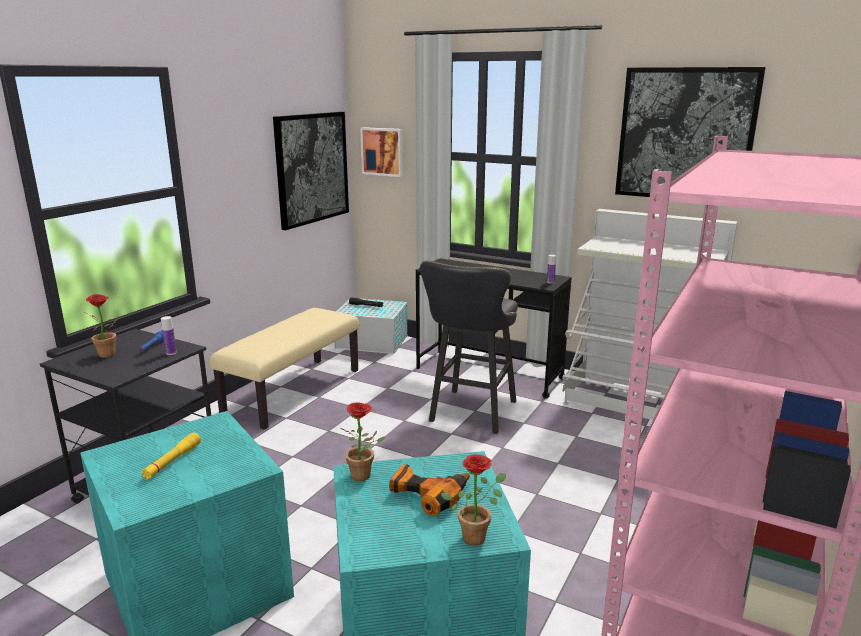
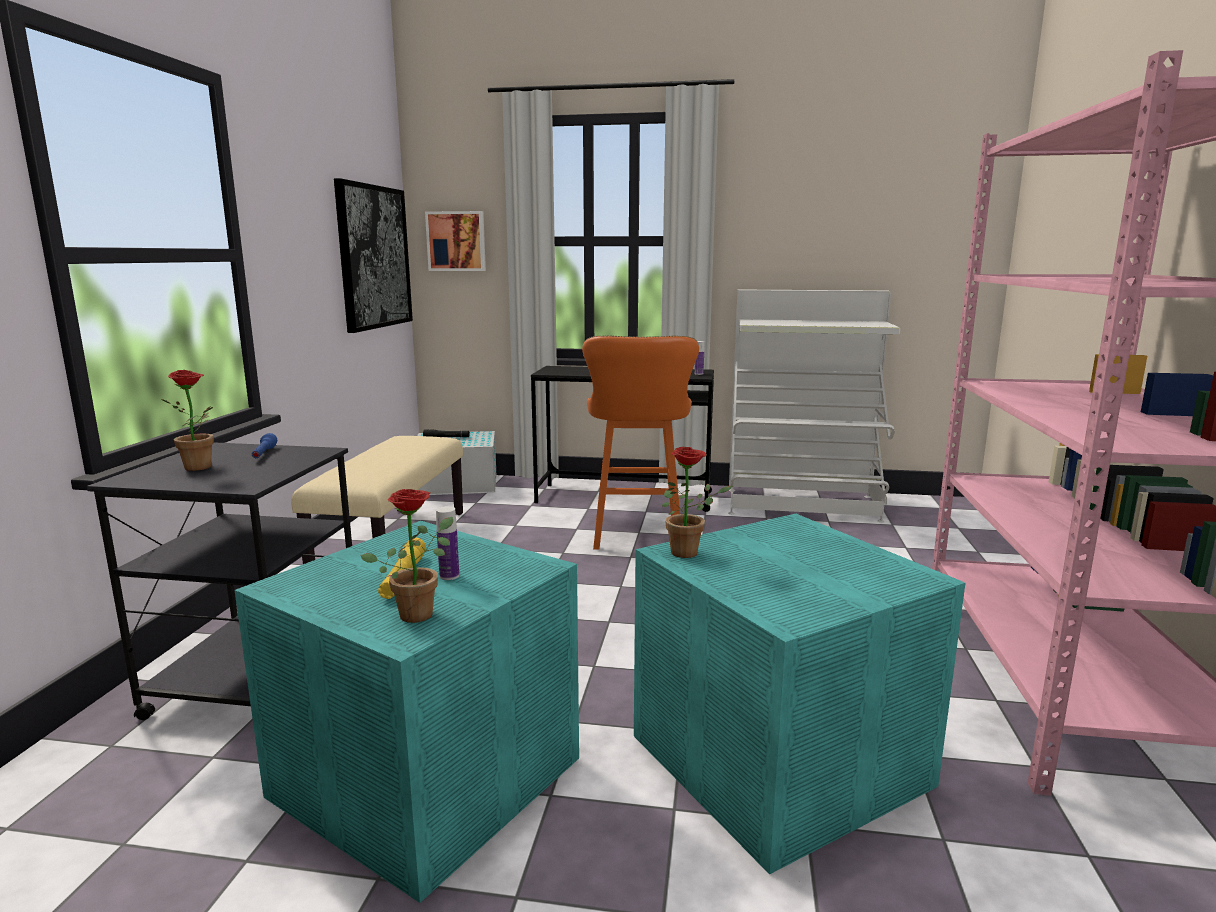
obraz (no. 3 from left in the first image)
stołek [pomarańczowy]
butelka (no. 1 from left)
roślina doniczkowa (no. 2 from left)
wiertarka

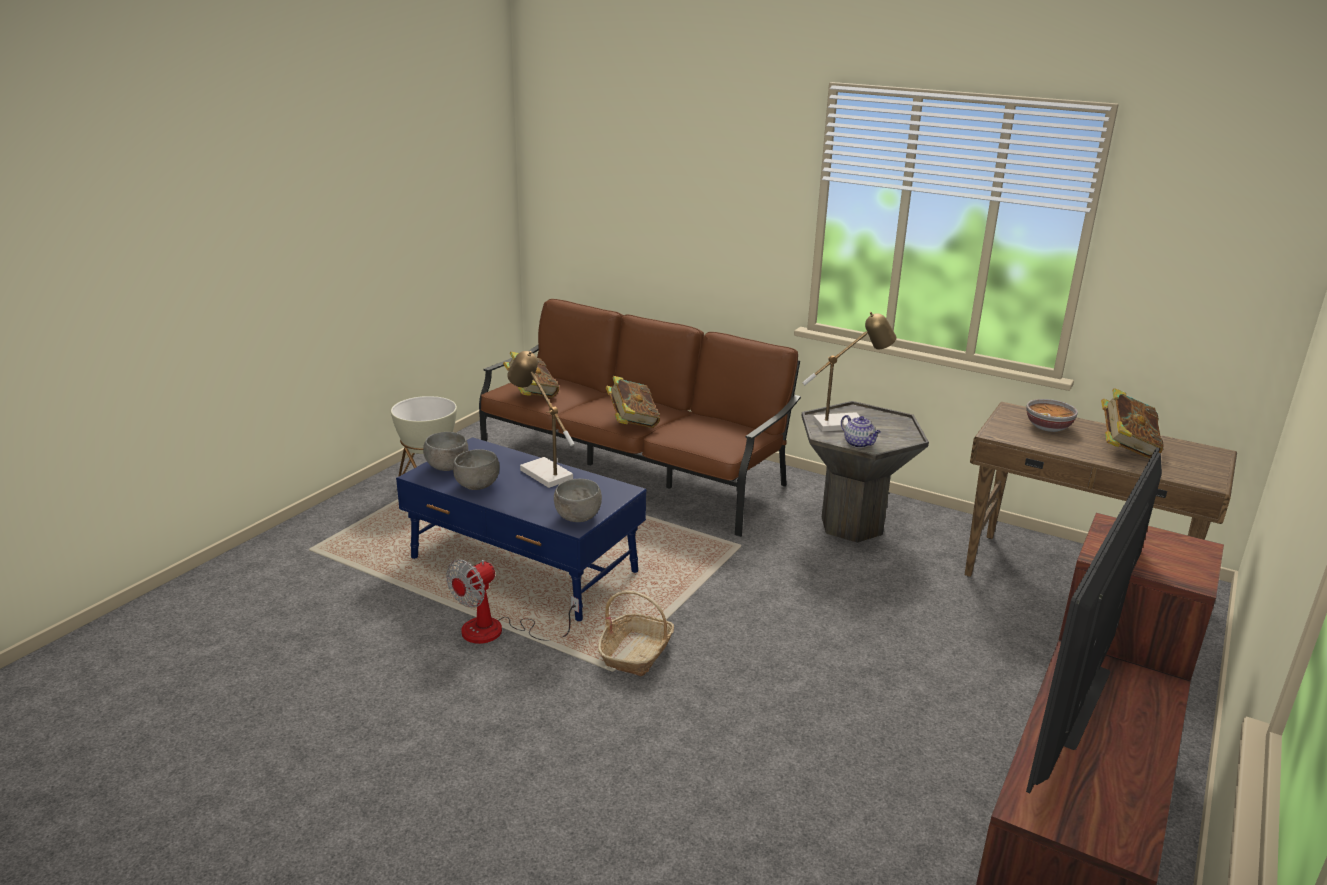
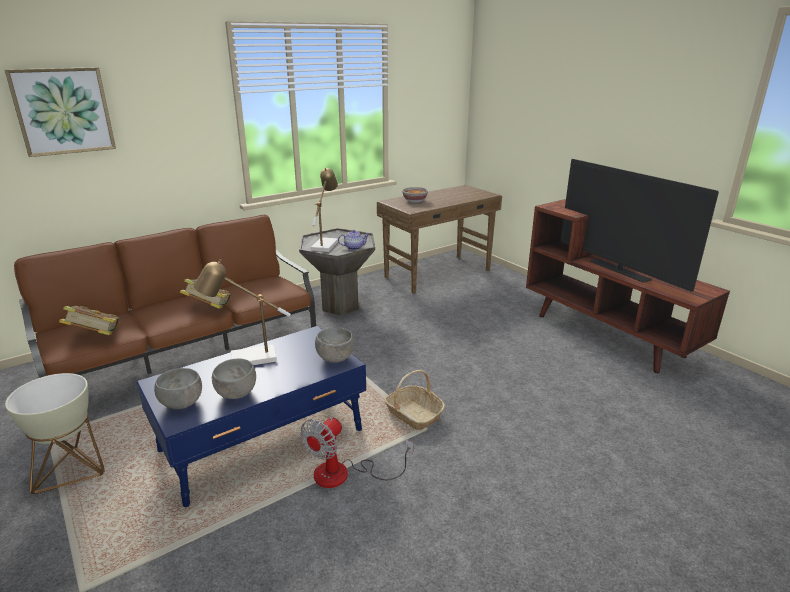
książka (no. 3 from left in the first image)
wentylator
obraz

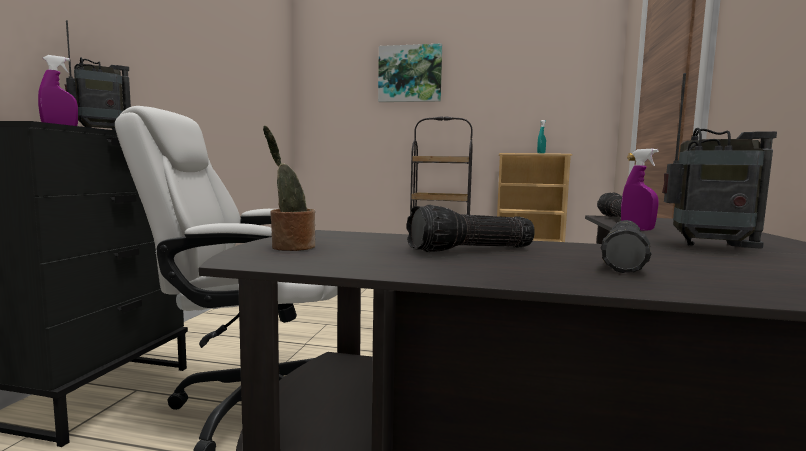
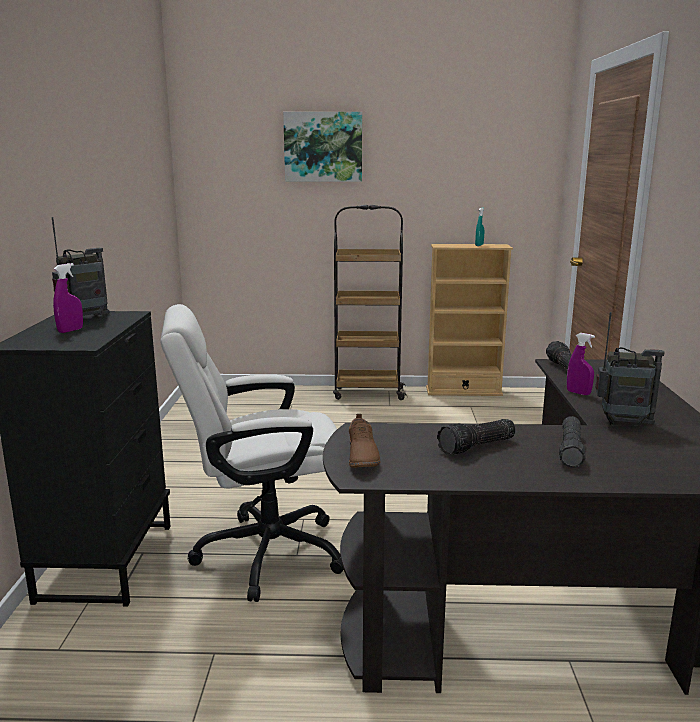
but [brązowy]

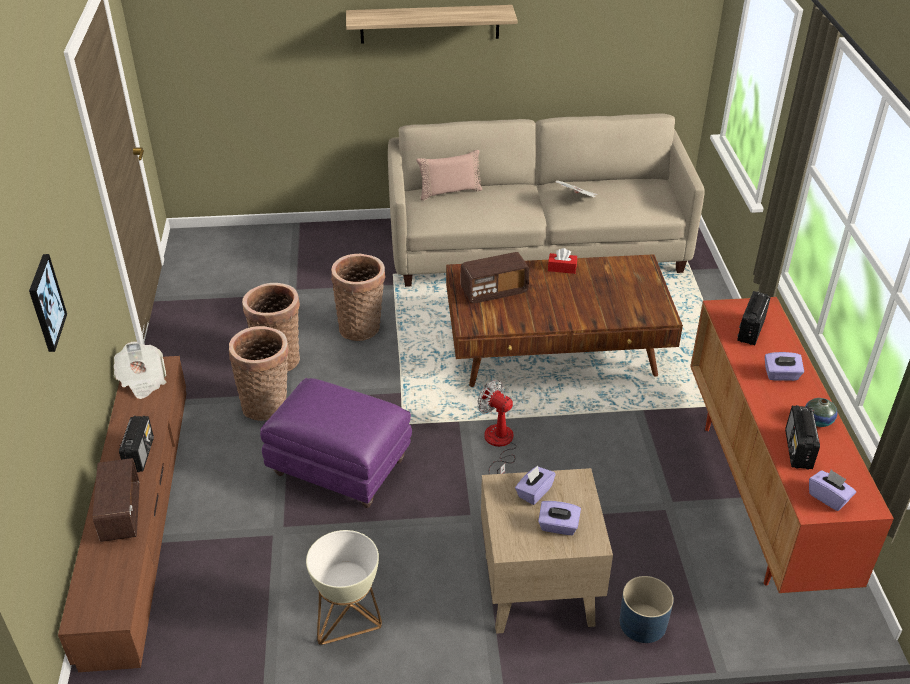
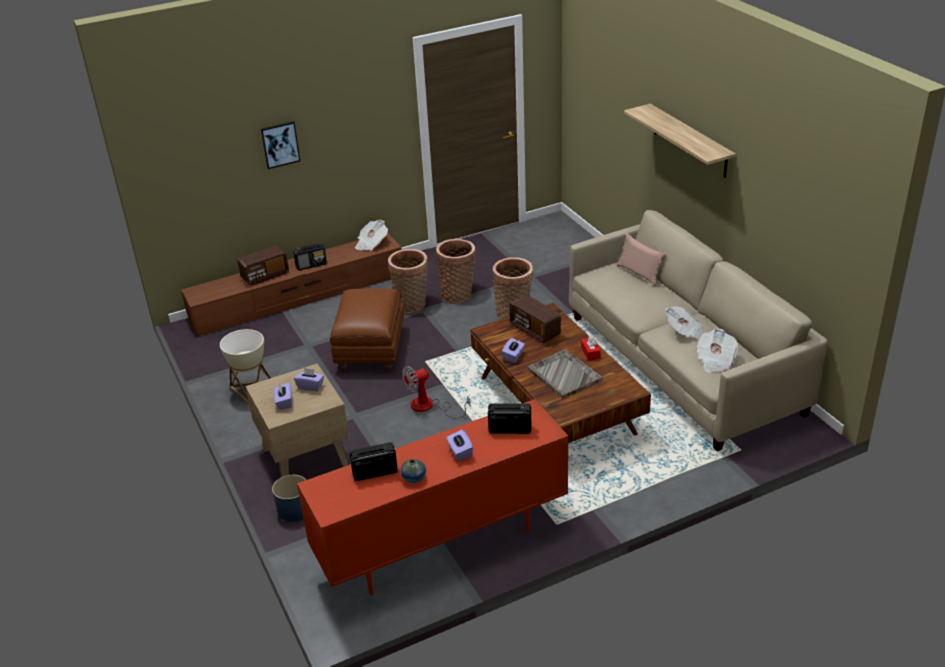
pufa [brązowy]
wentylator
pudełko chusteczek [fioletowy] (no. 4 from left)
gazeta (no. 3 from left)
taca [szary]

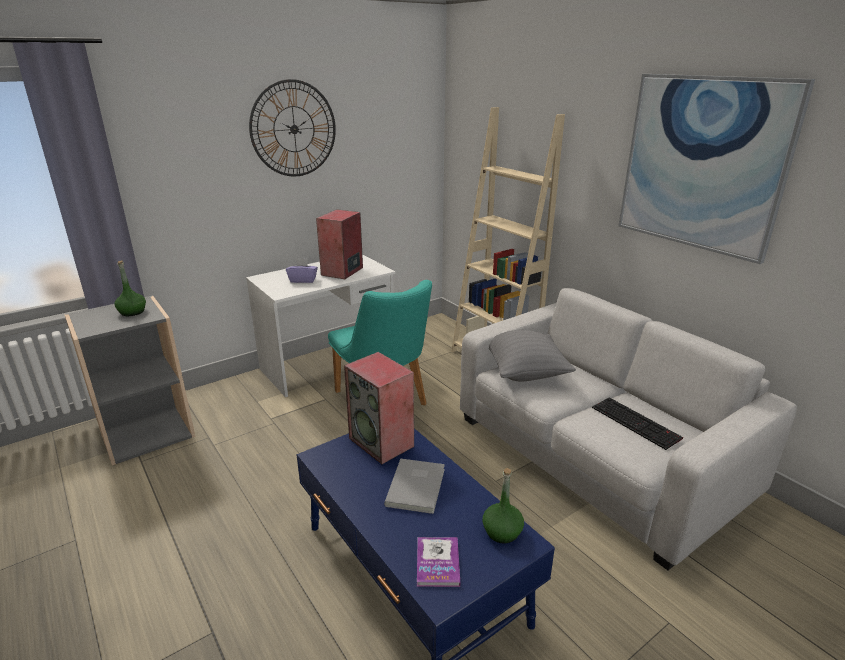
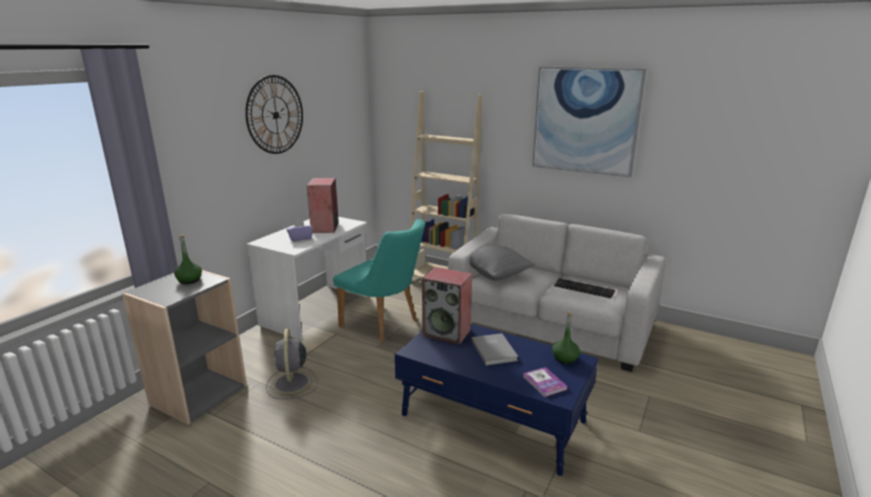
wentylator [szary]

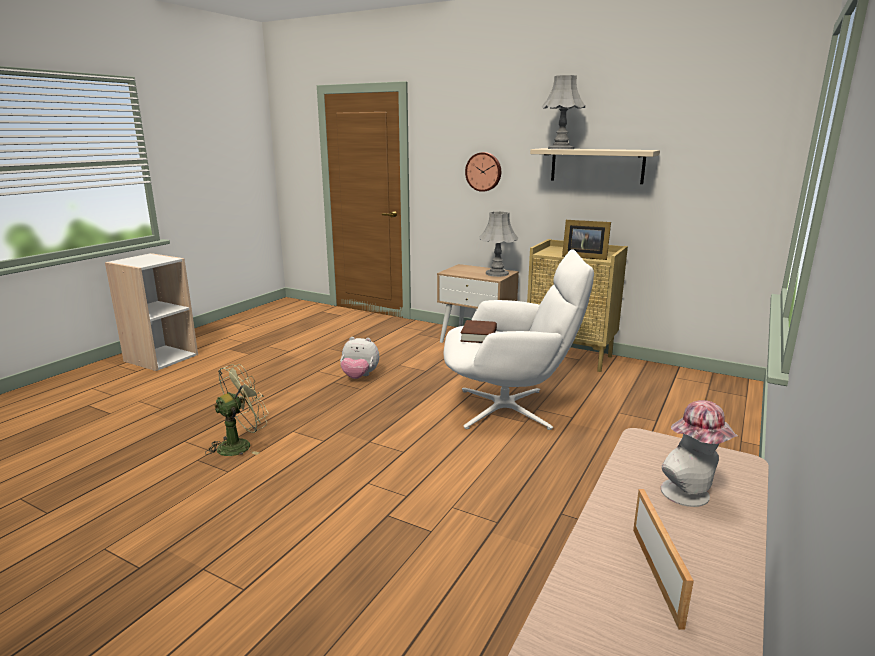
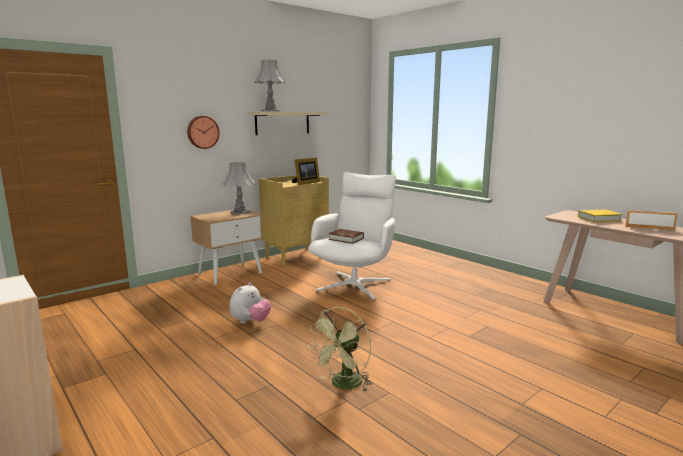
wentylator [zielony]
książka [żółty]

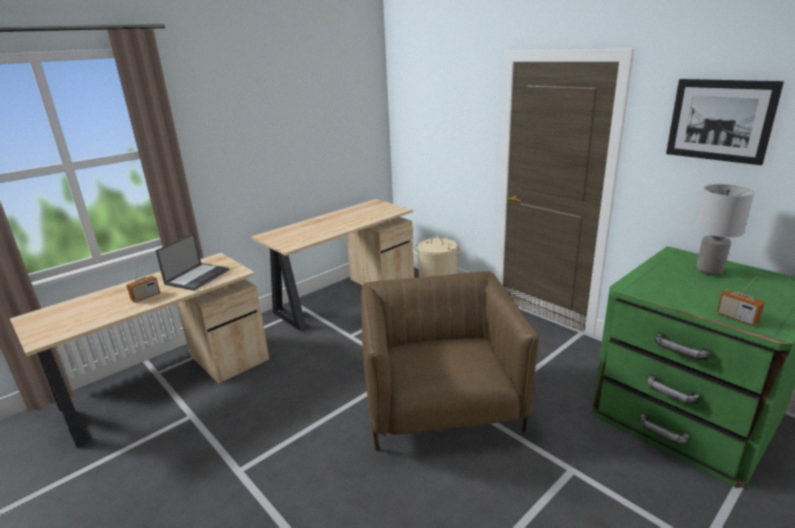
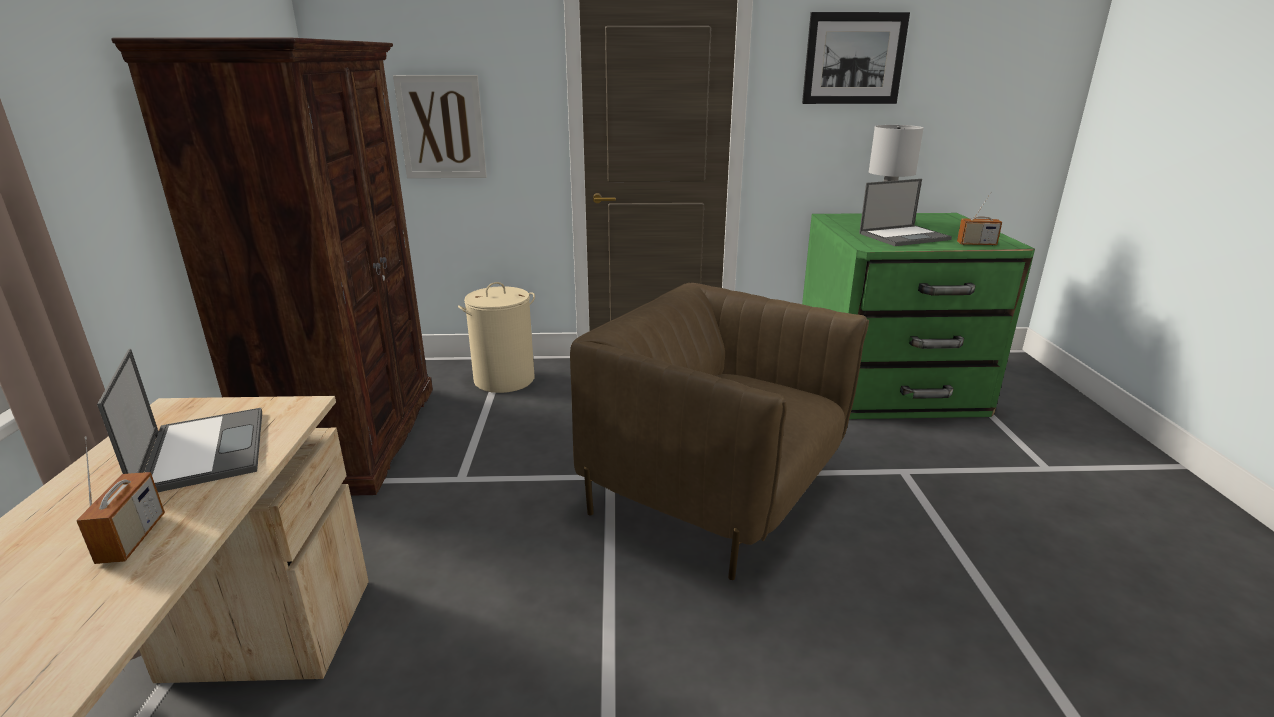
szafa [brązowy]
obraz (no. 1 from left)
laptop (no. 2 from left)

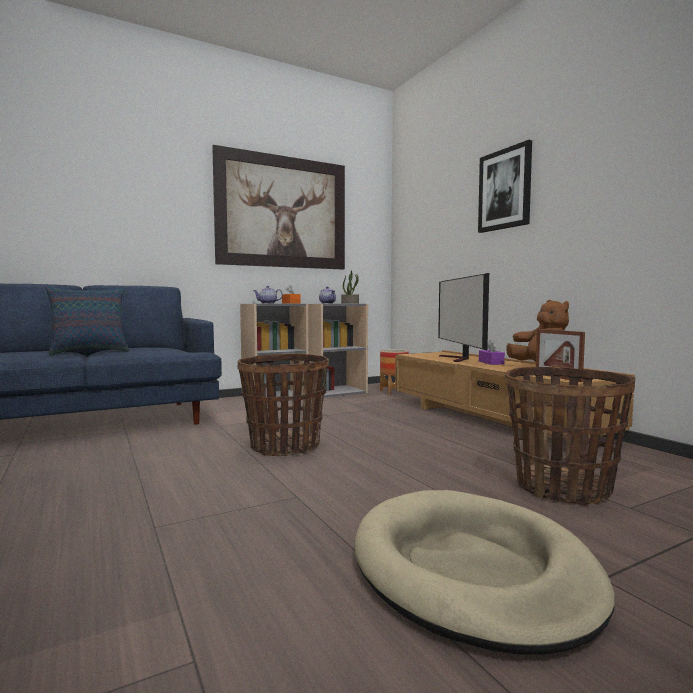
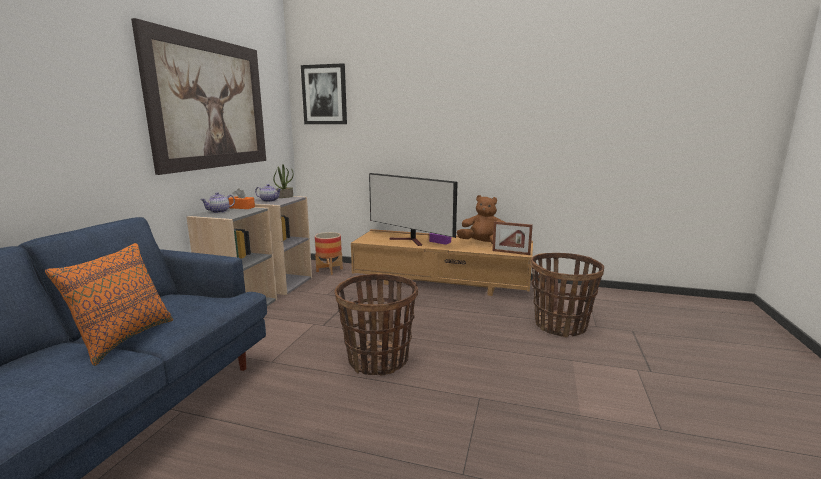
obraz (no. 2 from left)
poduszka [pomarańczowy]
legowisko [beżowy]

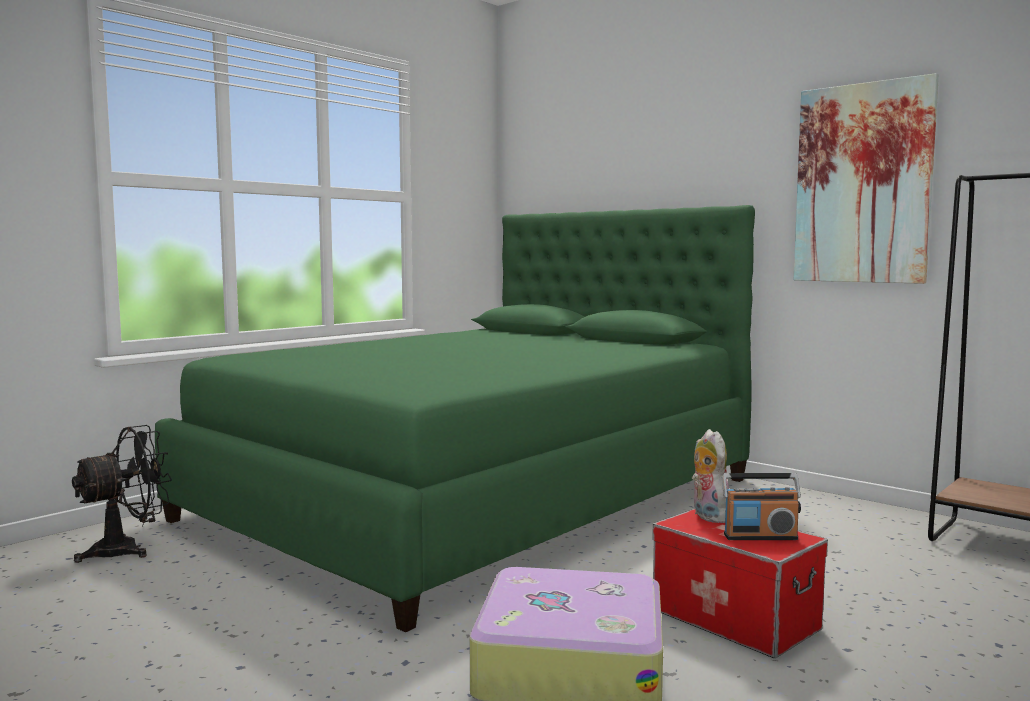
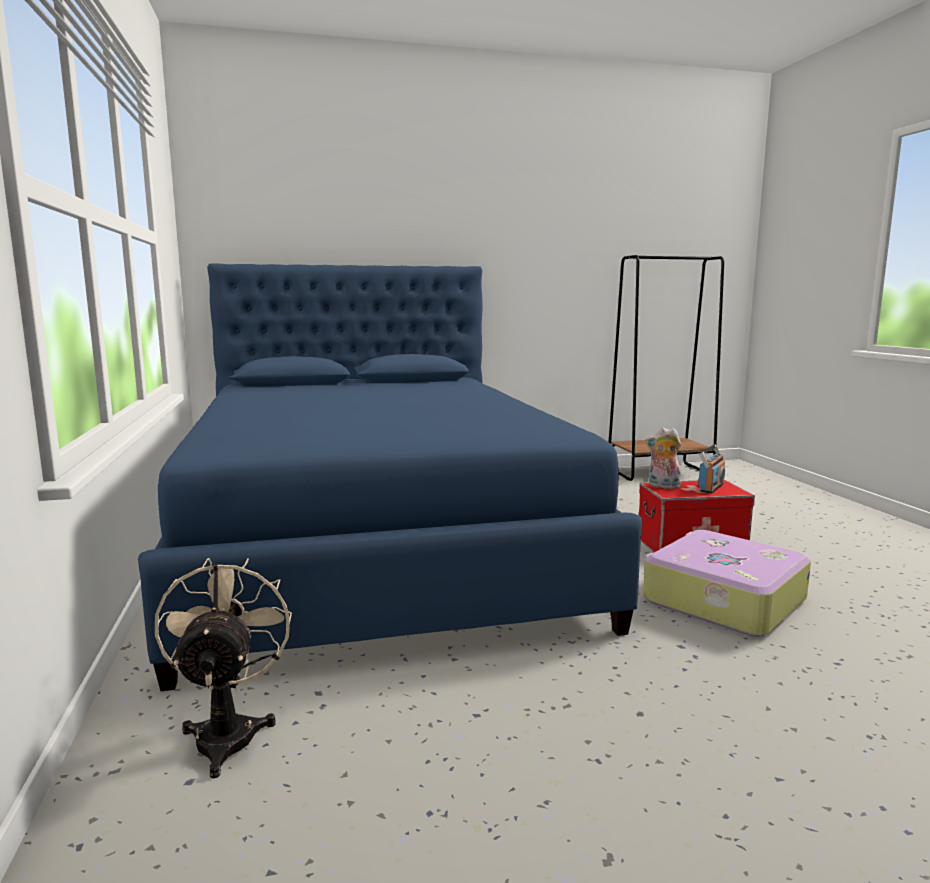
obraz
łóżko [niebieski]
wentylator [beżowy]

